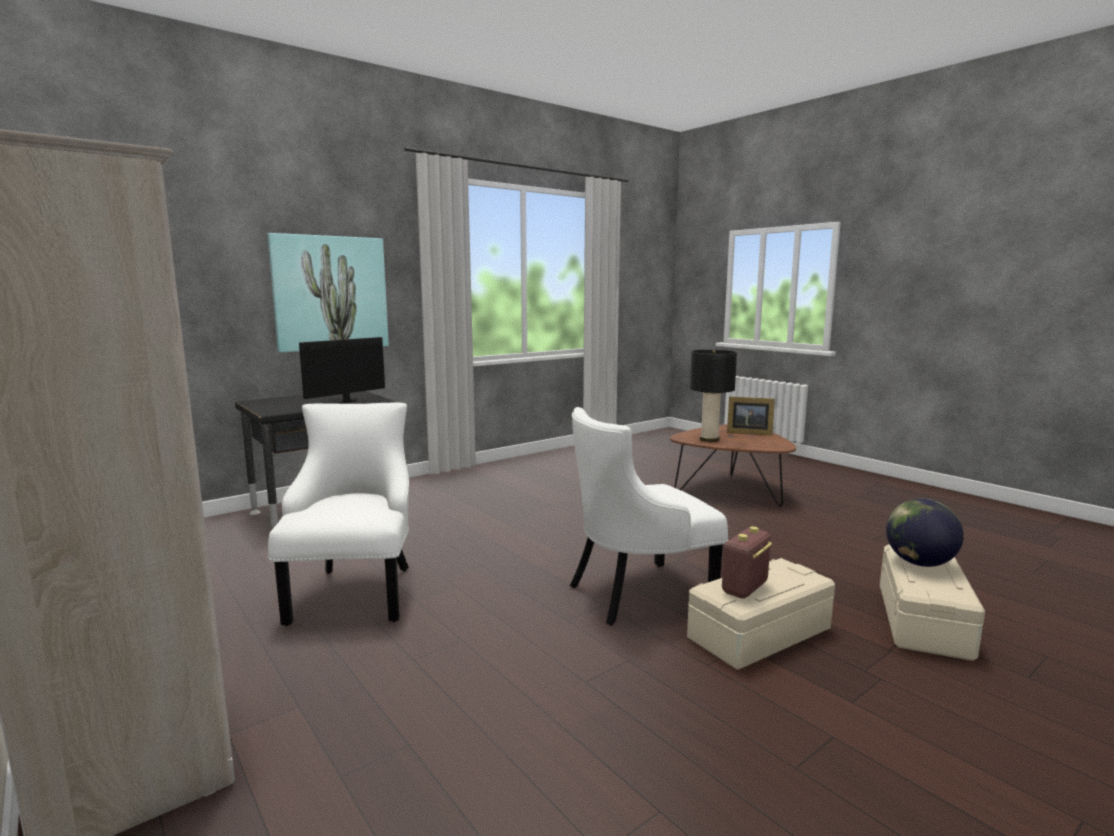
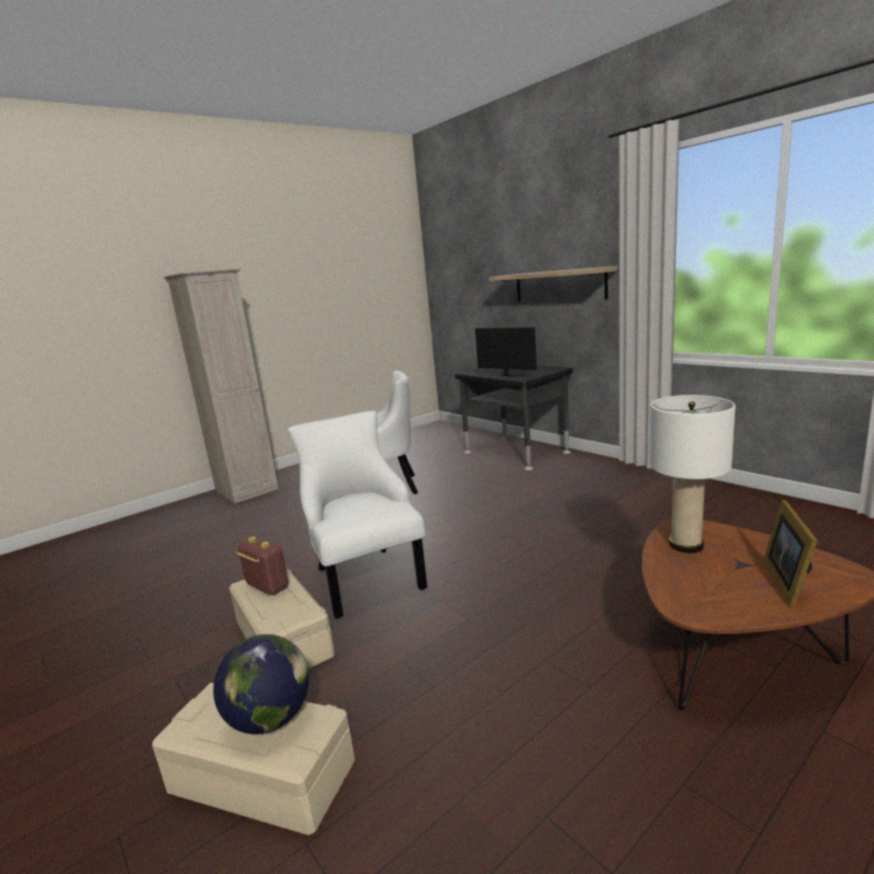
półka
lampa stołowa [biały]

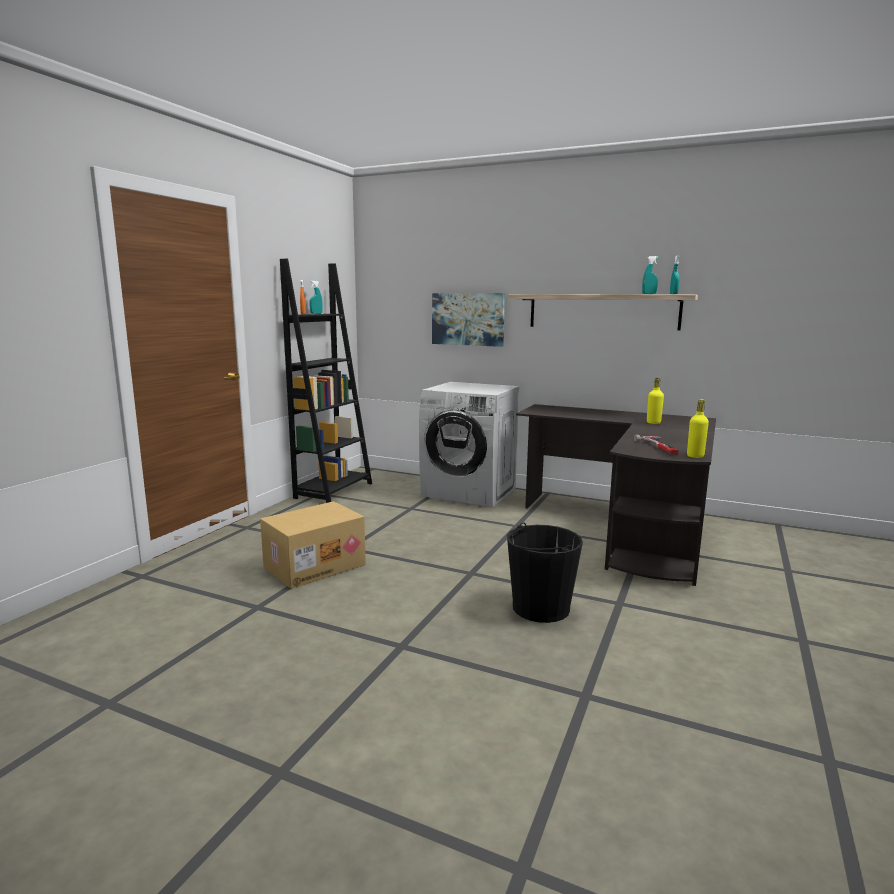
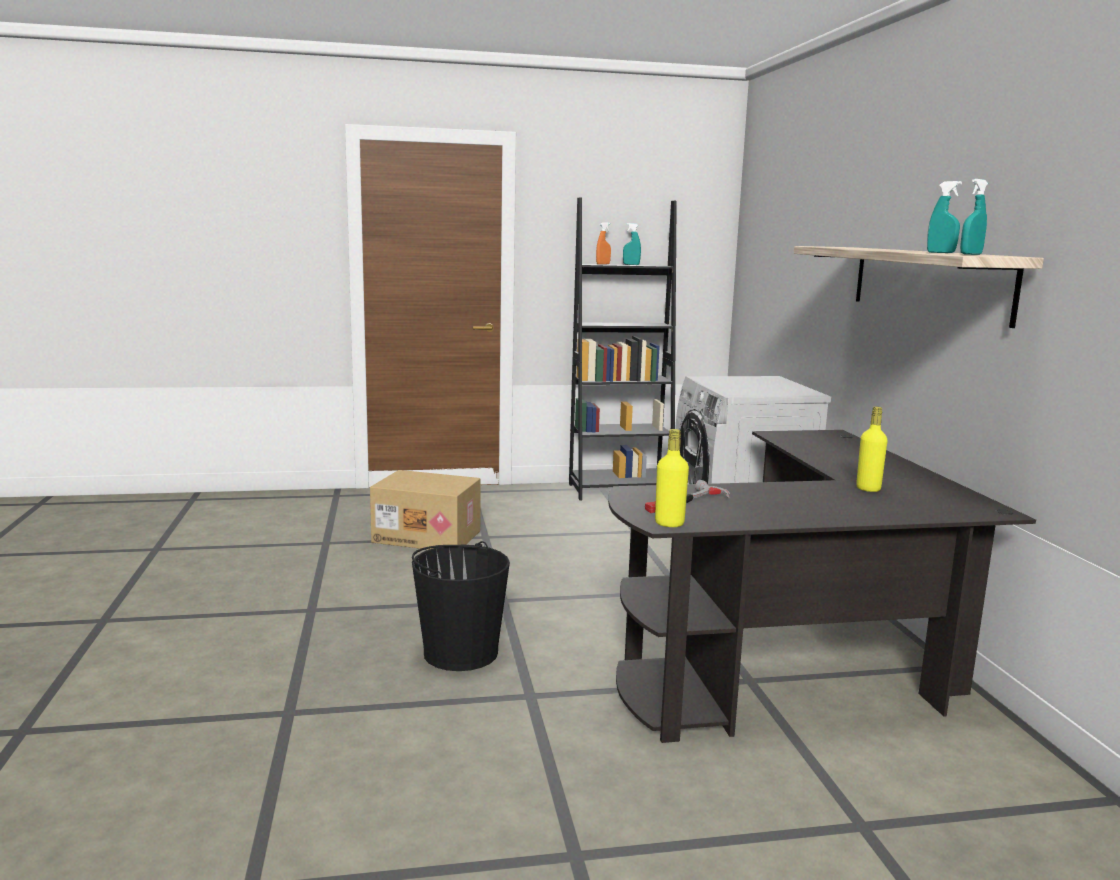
obraz

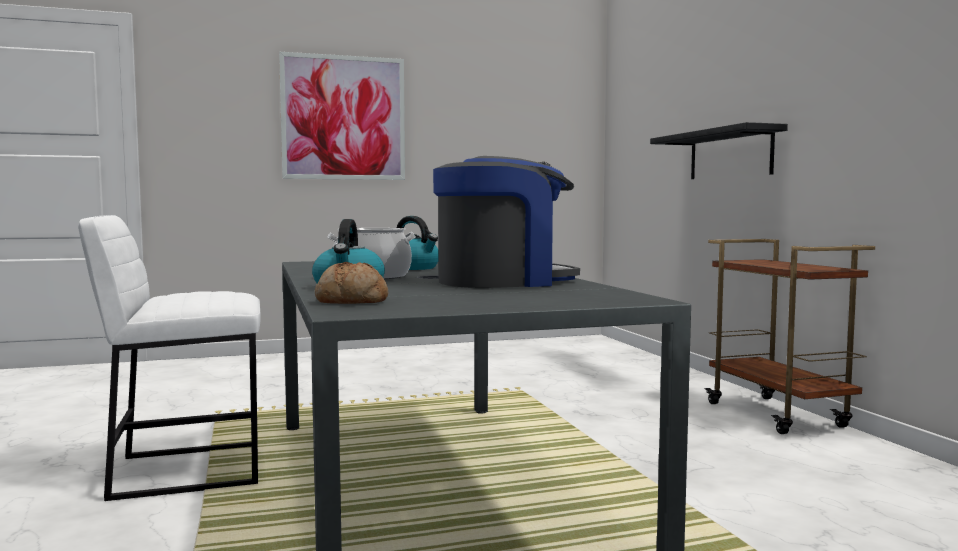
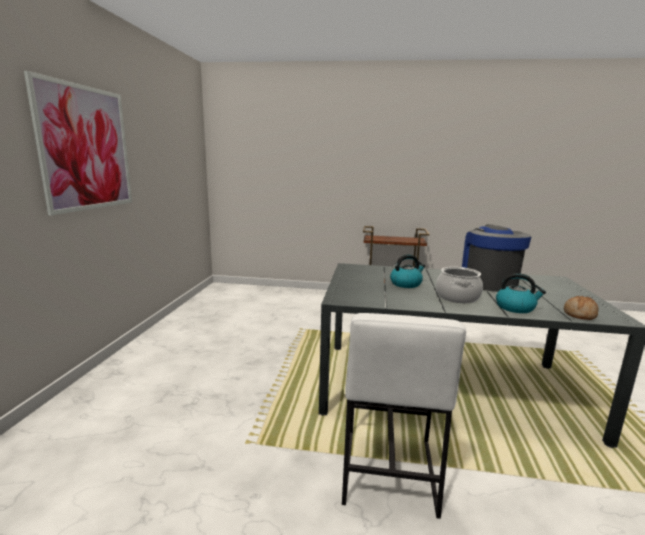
półka [czarny]

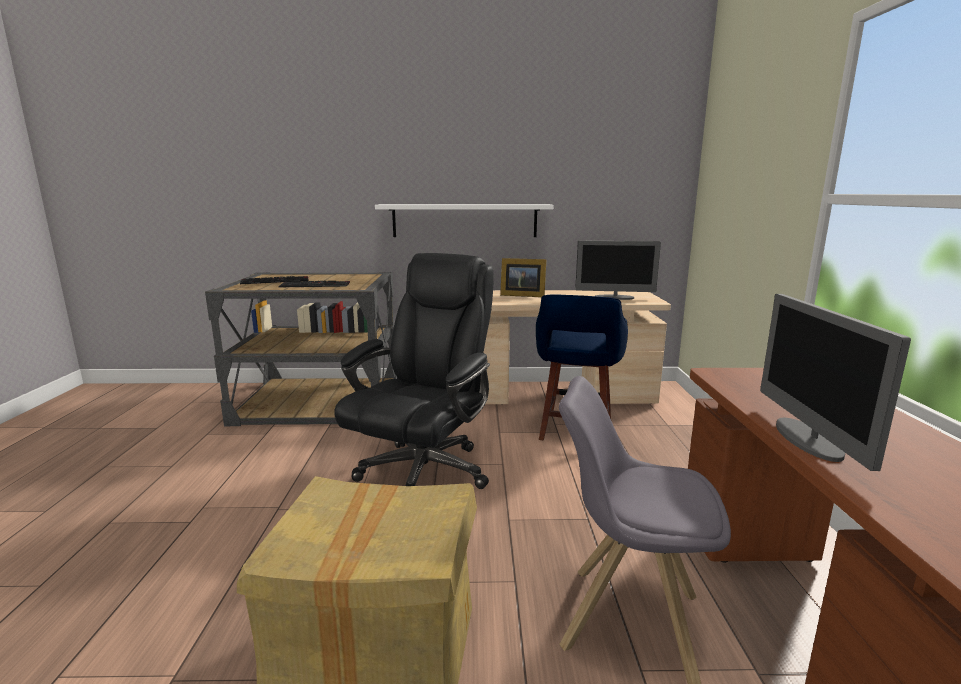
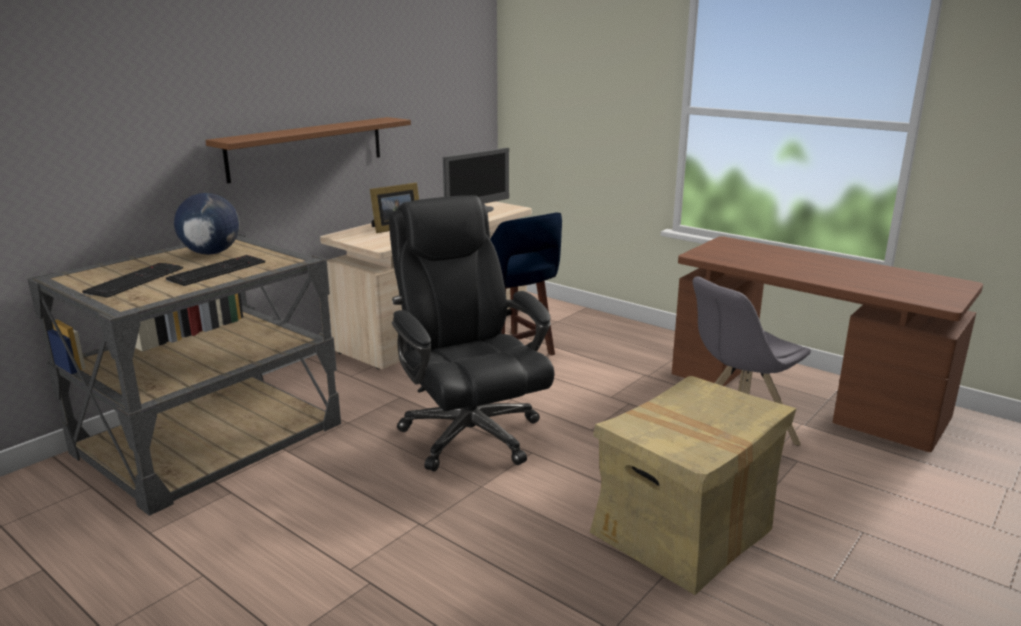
półka [brązowy]
monitor (no. 2 from left in the first image)
globus

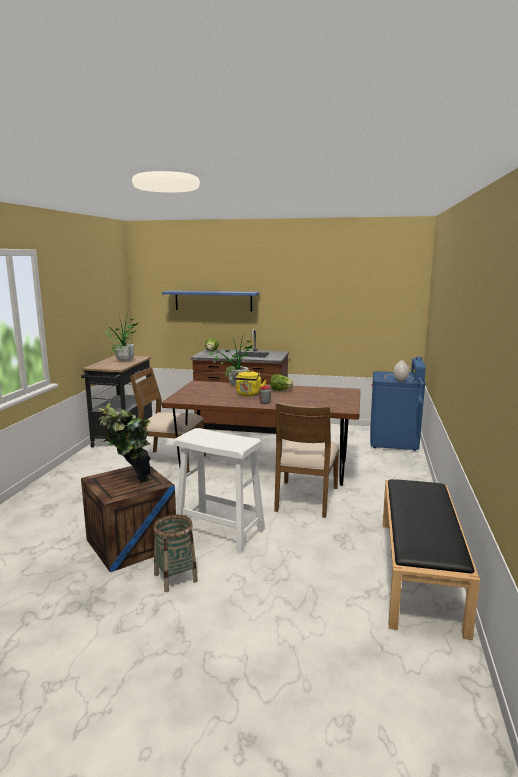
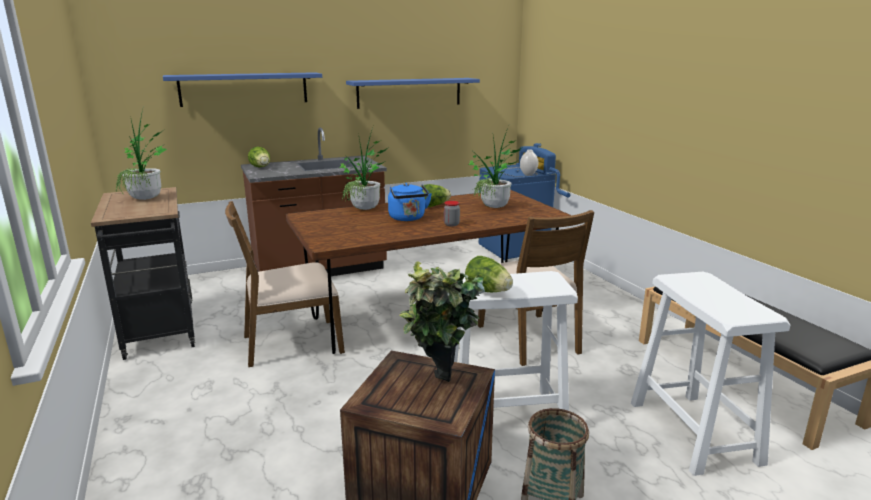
czajnik [niebieski]
półka [niebieski] (no. 2 from left)
roślina doniczkowa (no. 4 from left)
sałata (no. 3 from left)
stołek [biały] (no. 2 from left)

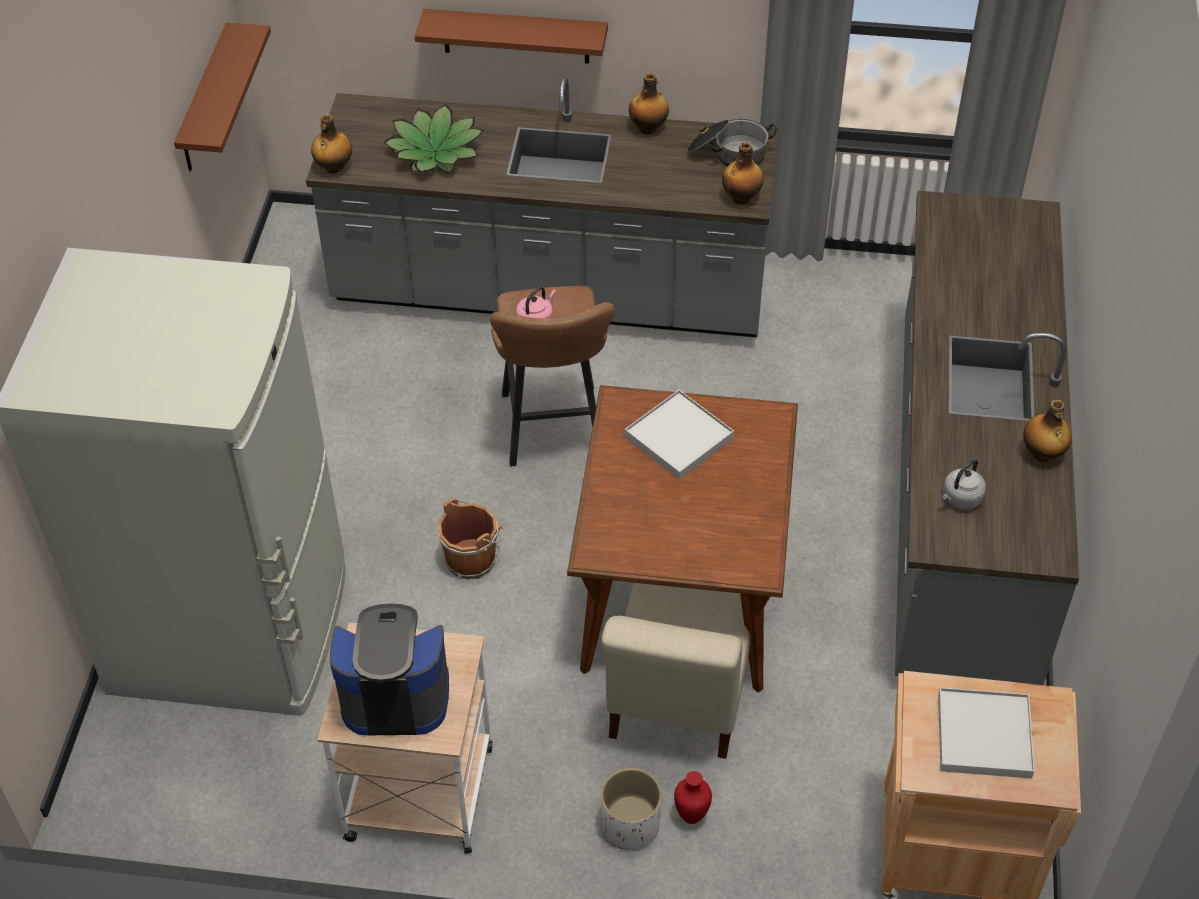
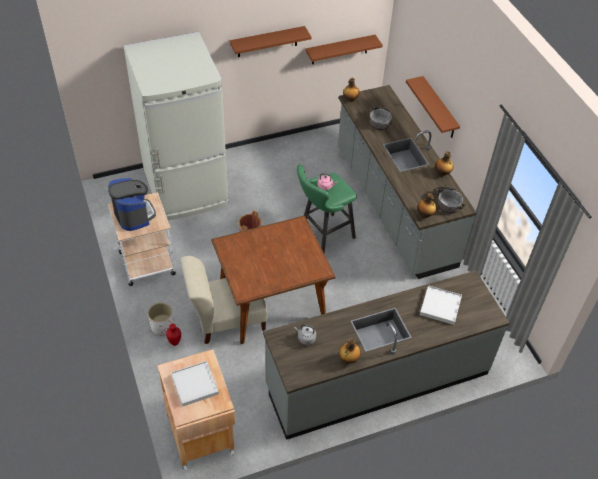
garnek (no. 1 from left)
stołek [zielony]
taca [biały] (no. 2 from left)
półka [brązowy] (no. 1 from left)

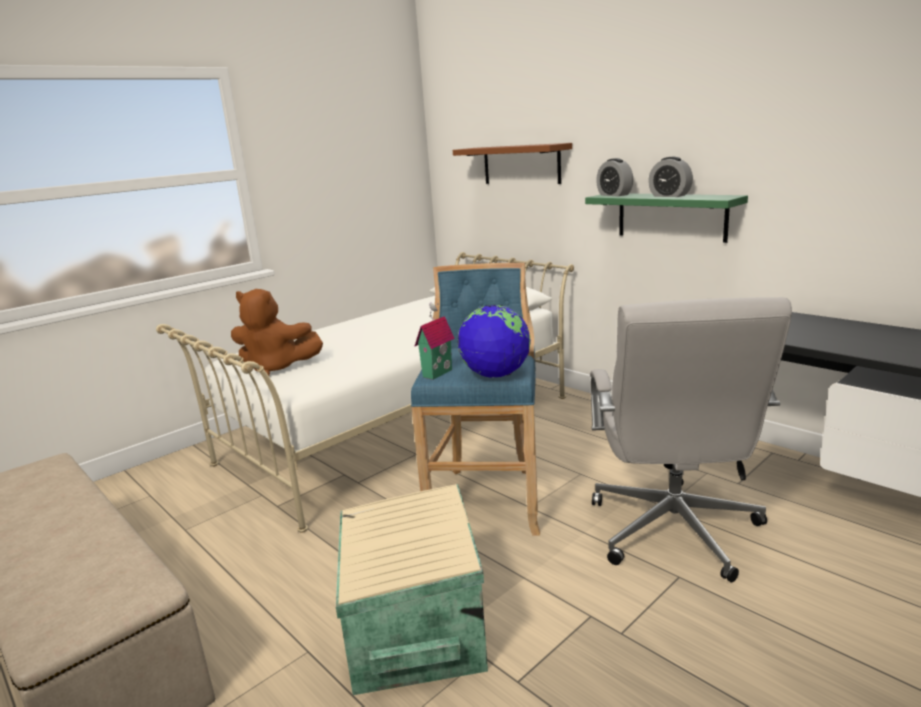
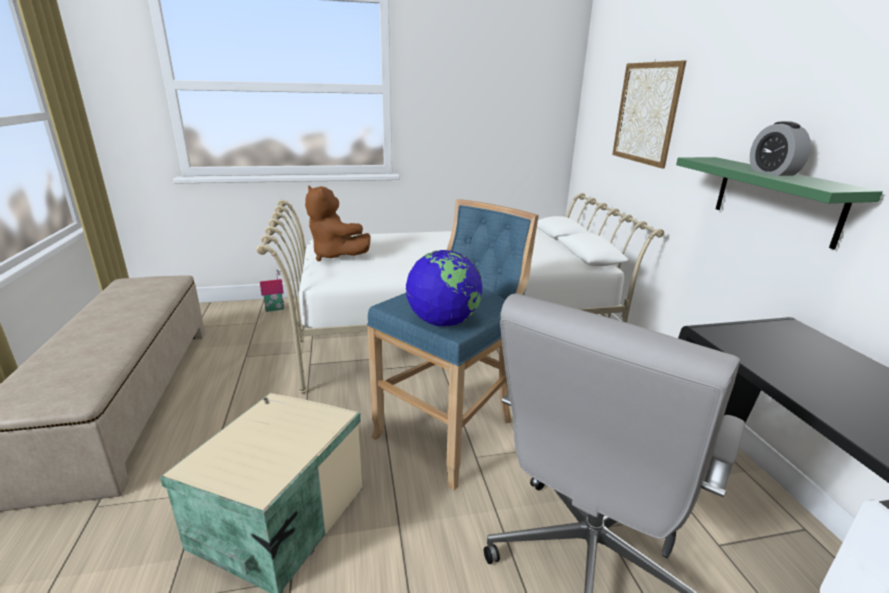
obraz
budzik (no. 1 from left in the first image)
domek

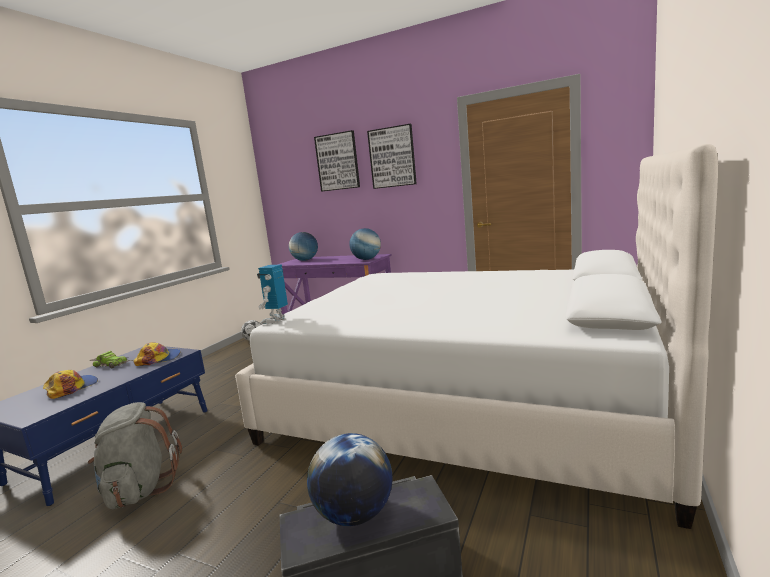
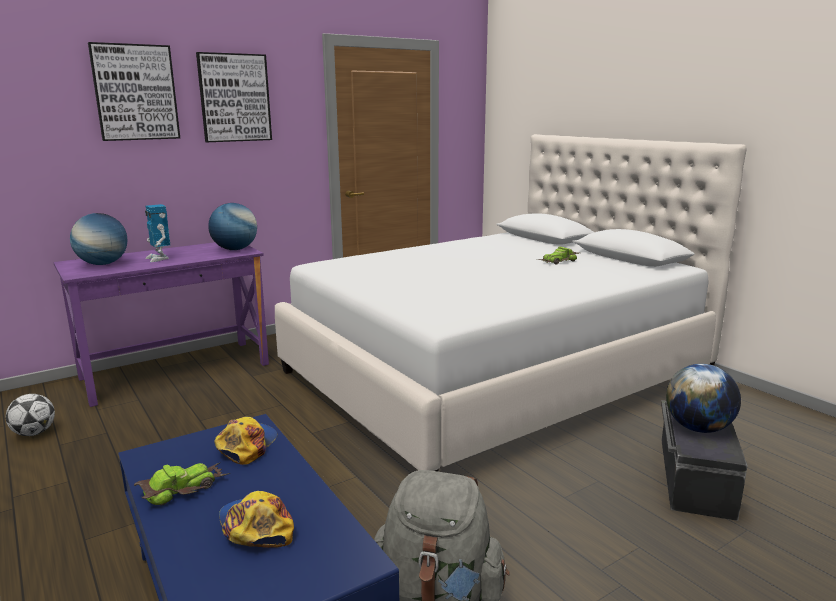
robot zabawkowy
samochodzik (no. 2 from left)

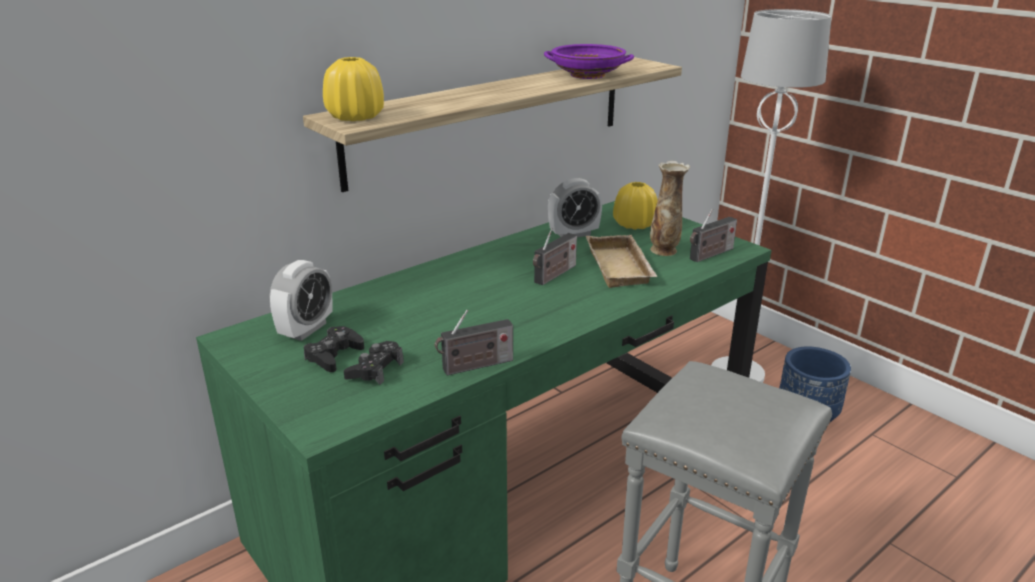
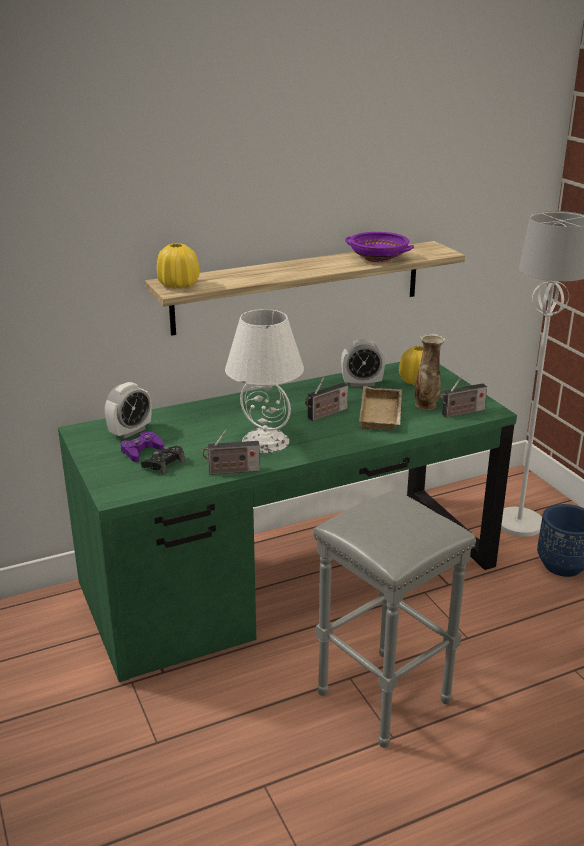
pad do gier [fioletowy]
lampa stołowa [biały]

